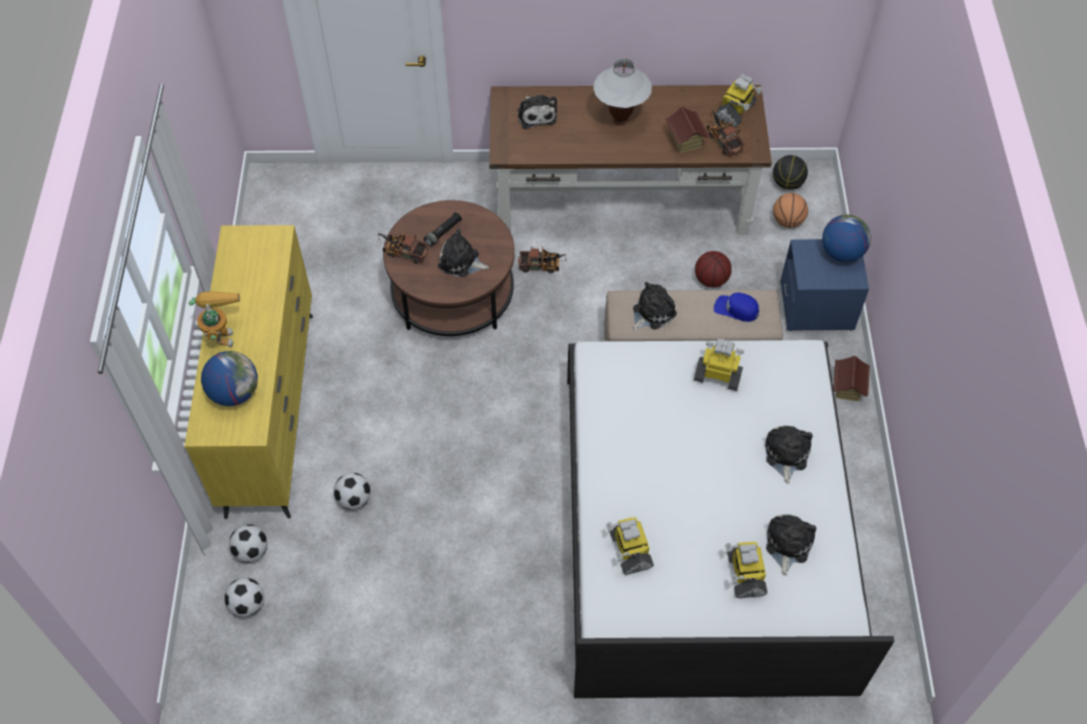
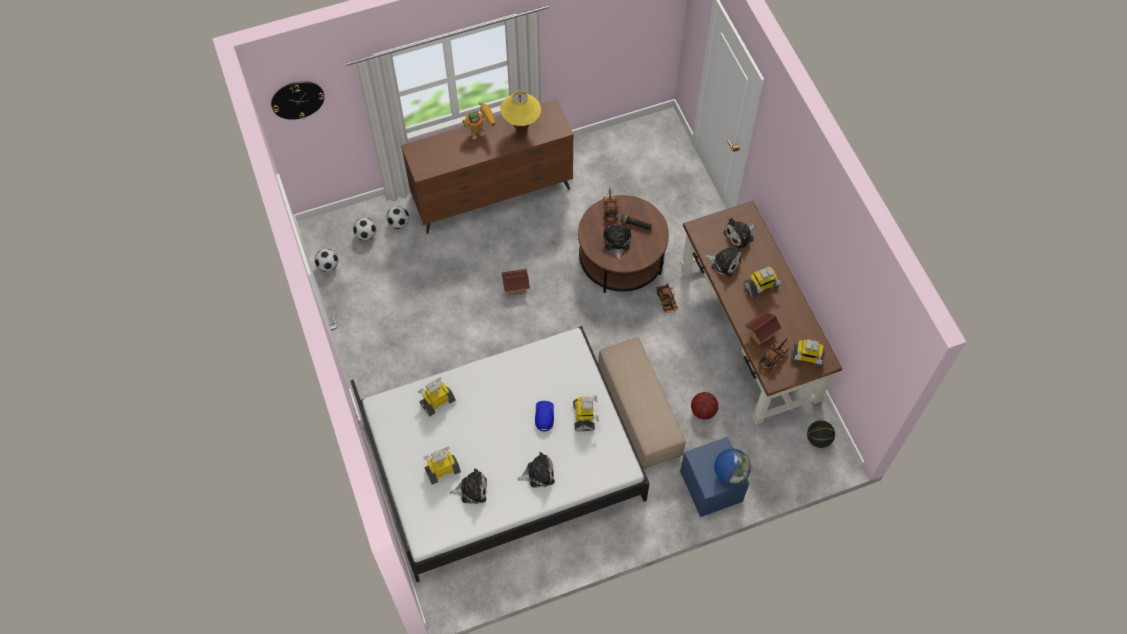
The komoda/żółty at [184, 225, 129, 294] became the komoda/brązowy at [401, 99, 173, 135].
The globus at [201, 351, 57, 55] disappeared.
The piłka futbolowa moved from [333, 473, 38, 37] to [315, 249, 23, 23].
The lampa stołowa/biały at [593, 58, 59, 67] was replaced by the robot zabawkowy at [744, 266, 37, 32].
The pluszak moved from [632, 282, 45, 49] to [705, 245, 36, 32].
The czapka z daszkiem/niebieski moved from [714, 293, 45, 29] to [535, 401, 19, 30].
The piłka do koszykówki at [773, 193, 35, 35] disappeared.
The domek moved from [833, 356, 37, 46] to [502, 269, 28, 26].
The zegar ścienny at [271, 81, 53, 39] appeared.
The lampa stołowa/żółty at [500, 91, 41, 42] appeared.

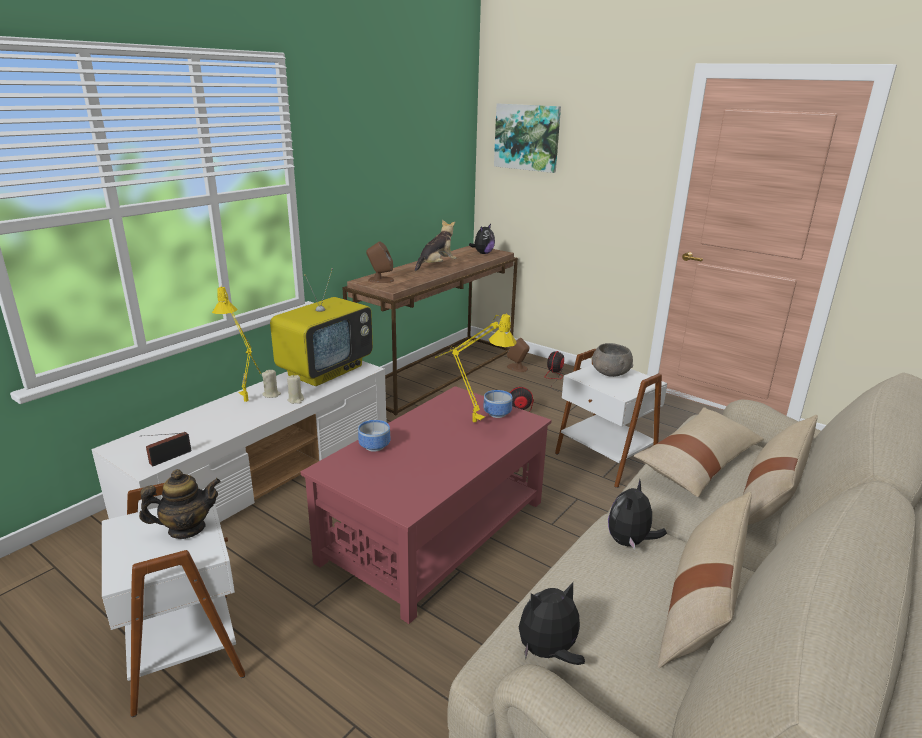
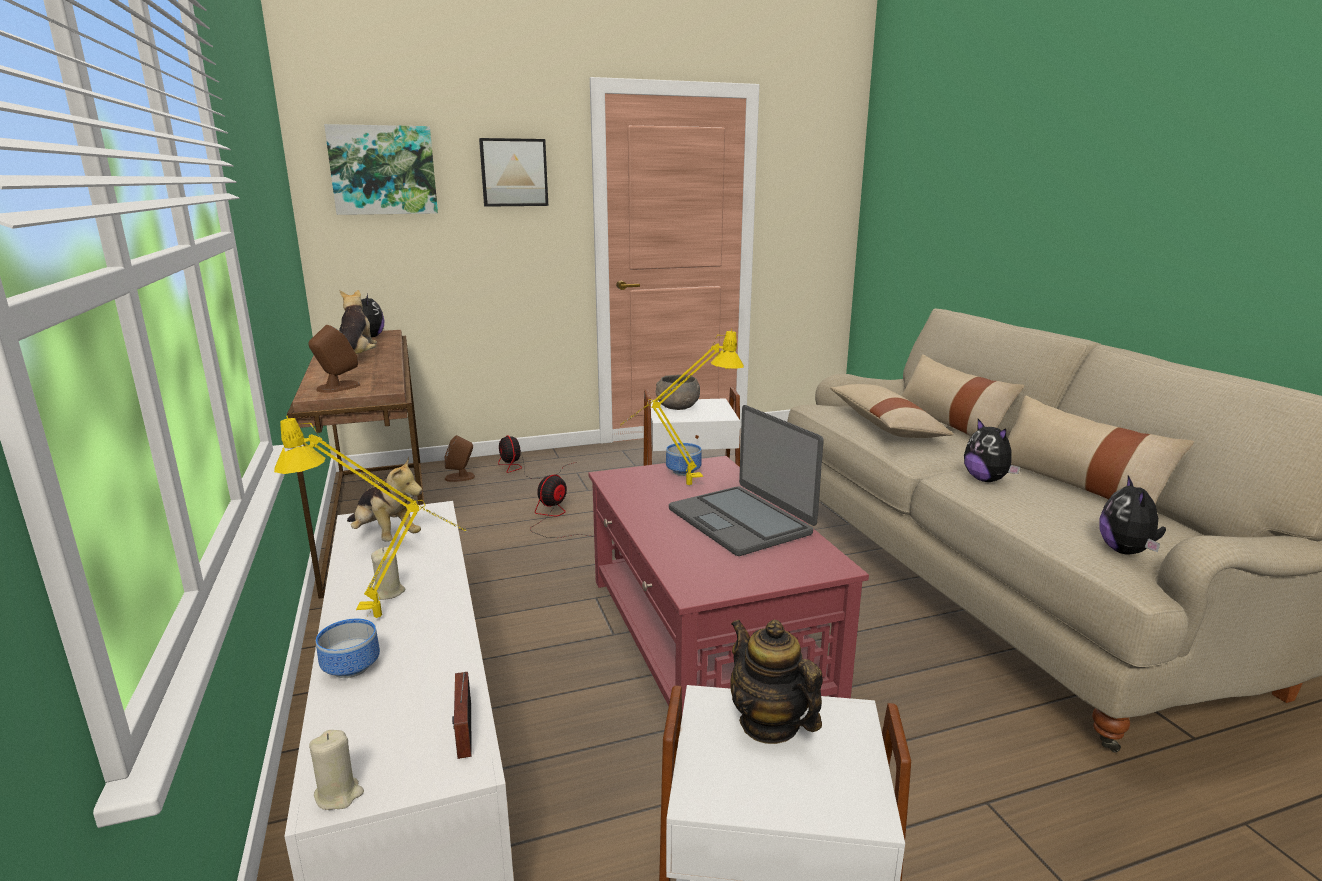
The imbryk at [139, 469, 82, 70] turned 45 degrees counterclockwise.
The telewizor at [270, 268, 103, 118] was replaced by the pluszak at [347, 457, 76, 85].
The świeca/beżowy moved from [287, 374, 17, 30] to [309, 730, 55, 80].
The miska moved from [358, 420, 33, 32] to [316, 618, 64, 60].
The obraz at [479, 138, 69, 69] appeared.
The laptop at [669, 405, 155, 151] appeared.

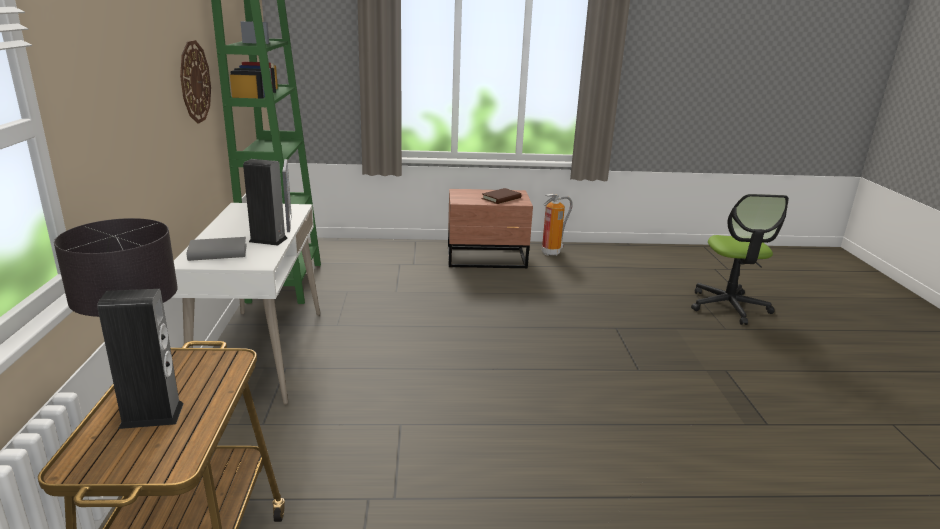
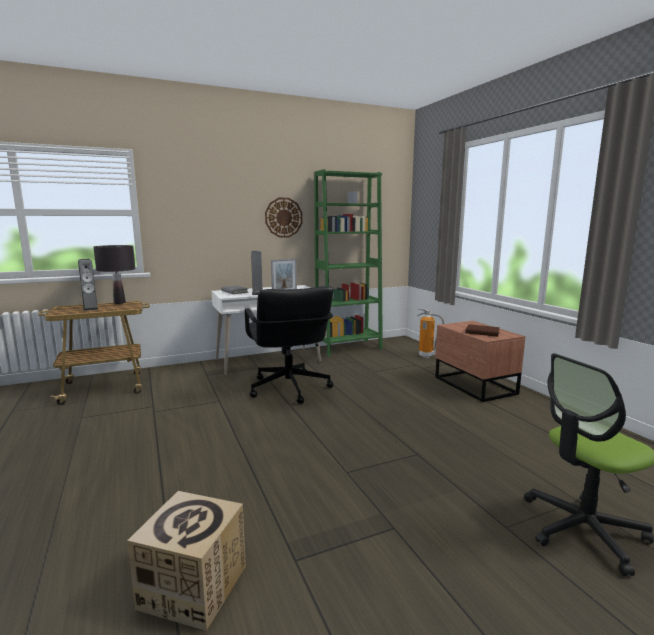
The gaśnica moved from [542, 194, 31, 62] to [417, 308, 27, 50].
The karton at [127, 491, 119, 140] appeared.
The krzesło biurowe/czarny at [245, 286, 89, 118] appeared.

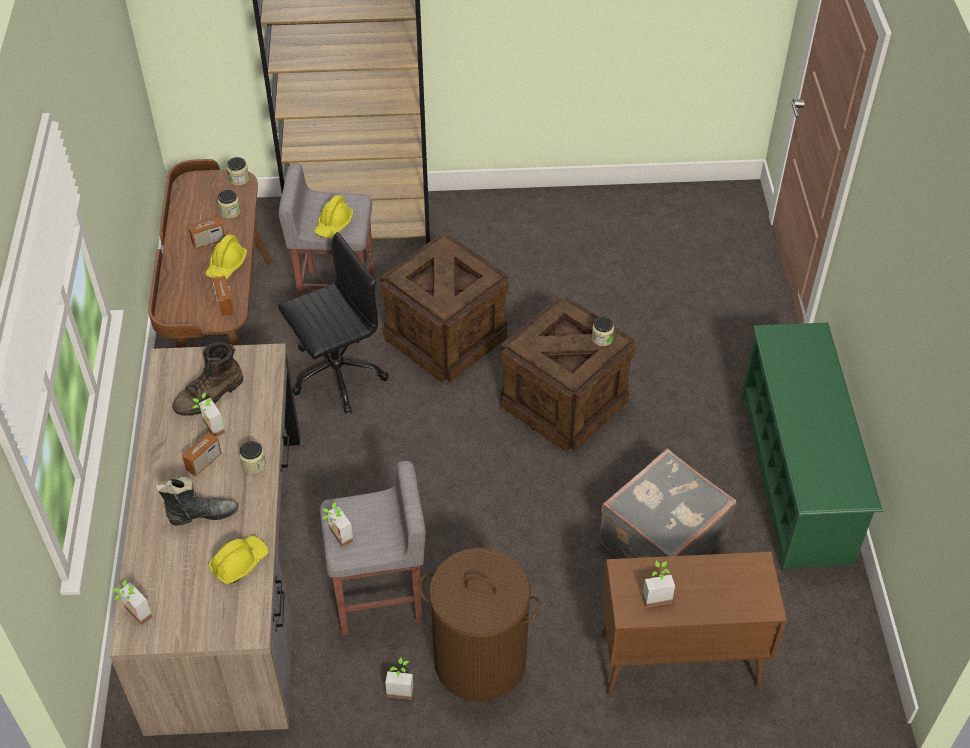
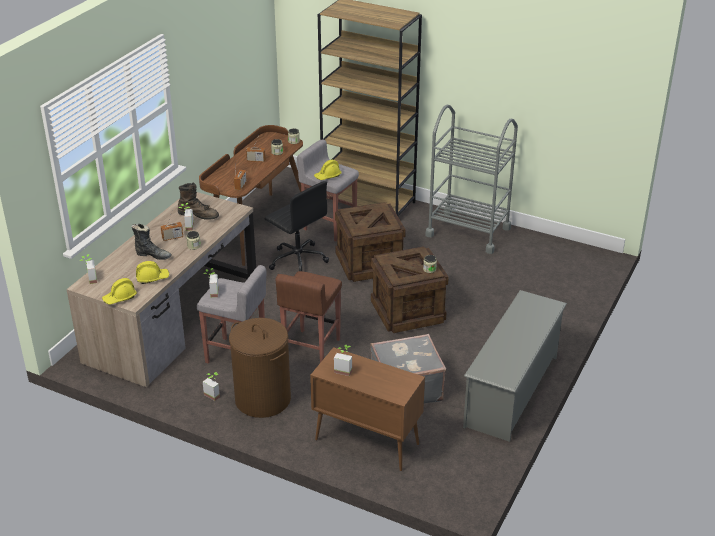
The but z cholewką/brązowy at [172, 342, 71, 74] turned 150 degrees counterclockwise.
The kask/żółty moved from [205, 234, 42, 45] to [102, 278, 35, 27].
The krzesło biurowe/czarny at [278, 232, 110, 182] turned 45 degrees clockwise.
The regał na buty/zielony at [742, 322, 141, 249] became the regał na buty/szary at [463, 290, 104, 152].
The stołek/brązowy at [276, 271, 66, 92] appeared.
The wózek/szary at [425, 105, 93, 149] appeared.

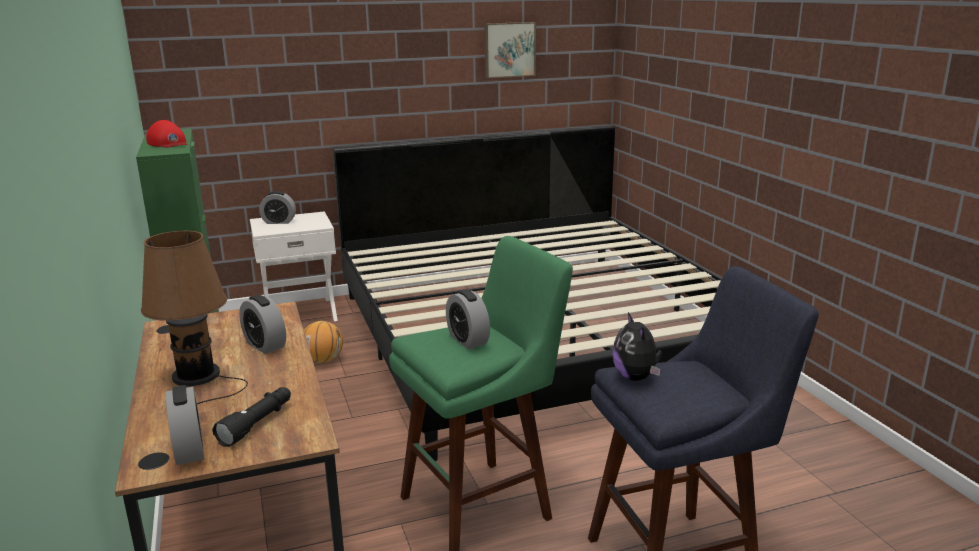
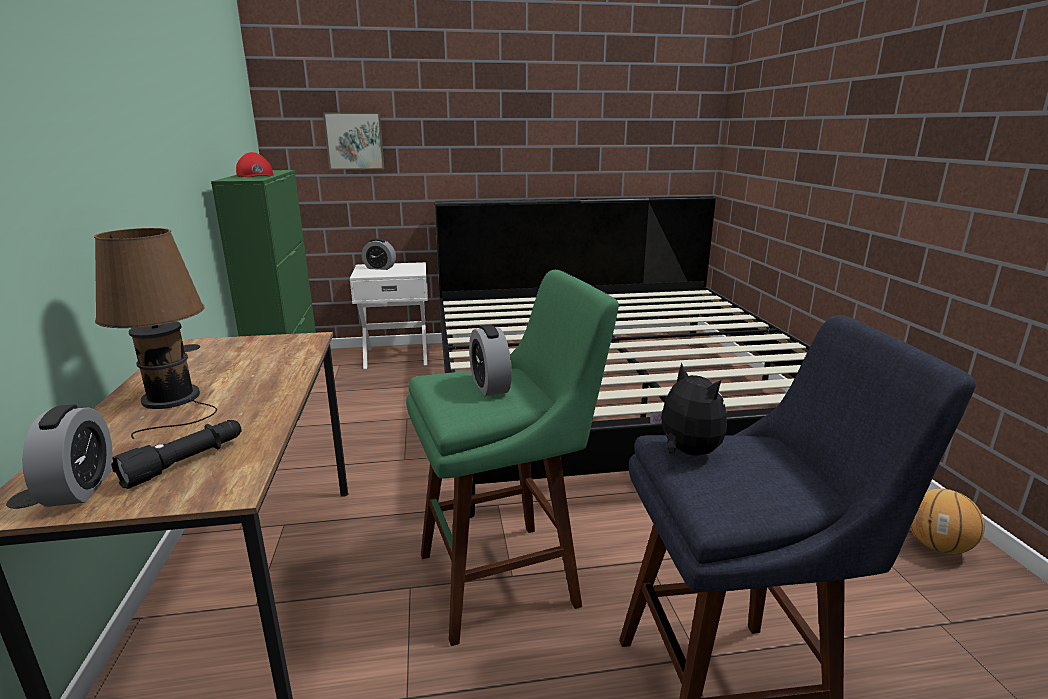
The budzik at [239, 295, 47, 59] disappeared.
The piłka do koszykówki moved from [304, 321, 39, 42] to [910, 488, 75, 66].
The obraz moved from [484, 22, 52, 56] to [323, 112, 61, 58].
The pluszak at [612, 312, 50, 69] turned 150 degrees clockwise.

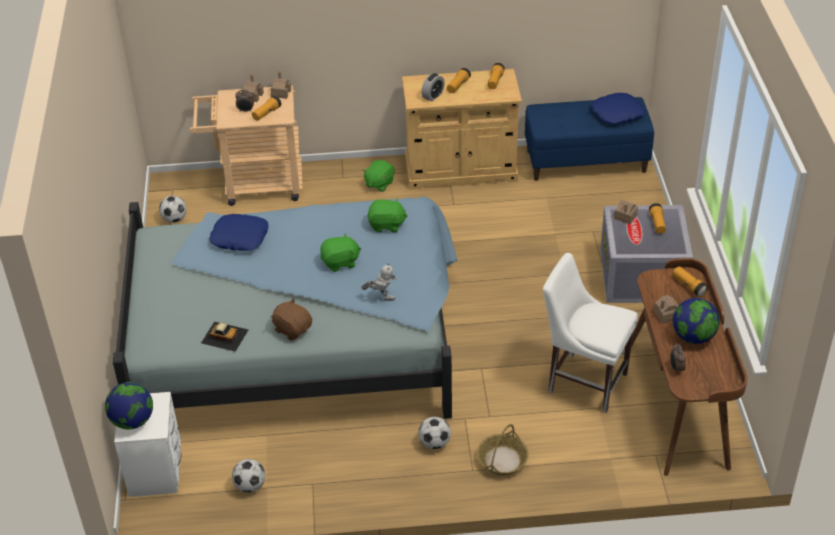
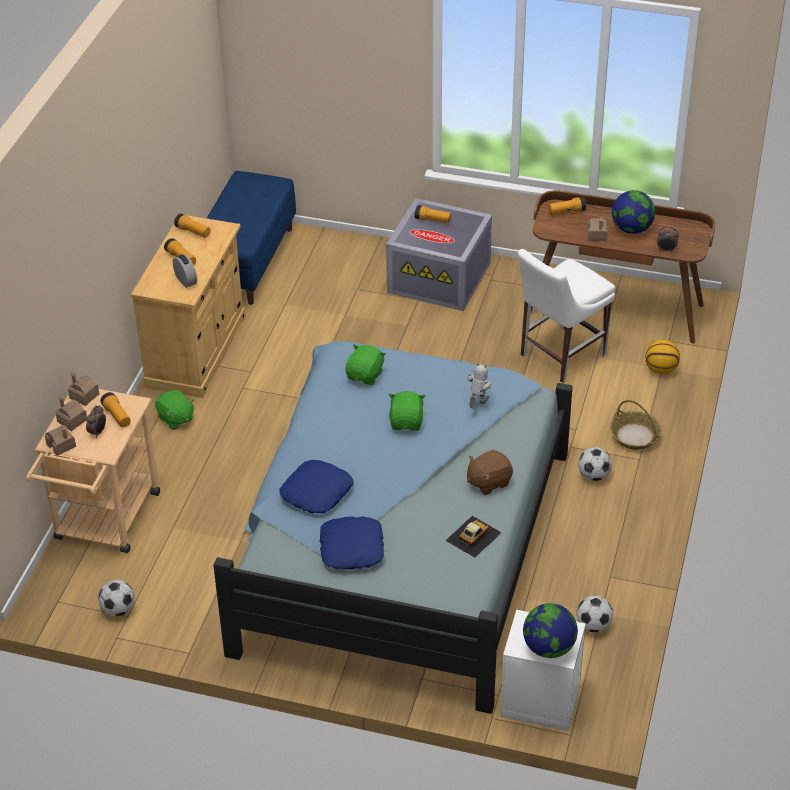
The poduszka/niebieski moved from [591, 93, 54, 31] to [320, 516, 64, 54].
The domek moved from [614, 200, 24, 24] to [45, 425, 31, 31].
The piłka do koszykówki at [646, 340, 34, 35] appeared.

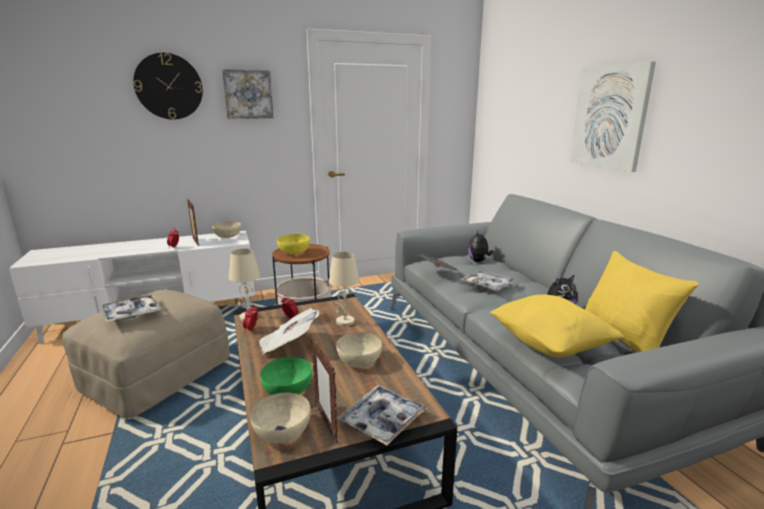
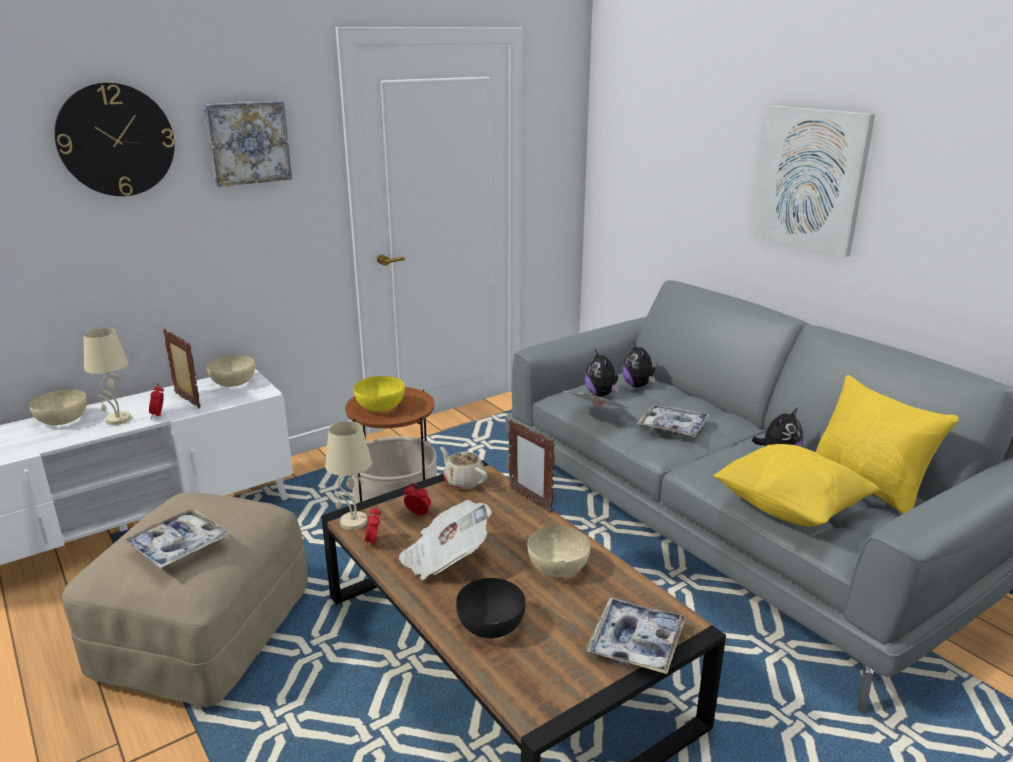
The miska/beżowy moved from [251, 393, 60, 50] to [29, 389, 58, 36].
The miska/zielony at [260, 357, 52, 38] became the miska/czarny at [456, 578, 70, 60].
The ramka na zdjęcie moved from [311, 338, 27, 105] to [508, 420, 47, 93].
The lampa stołowa/beżowy moved from [329, 252, 31, 74] to [84, 328, 47, 97].
The imbryk/beżowy at [440, 447, 48, 42] appeared.
The pluszak at [585, 349, 34, 48] appeared.

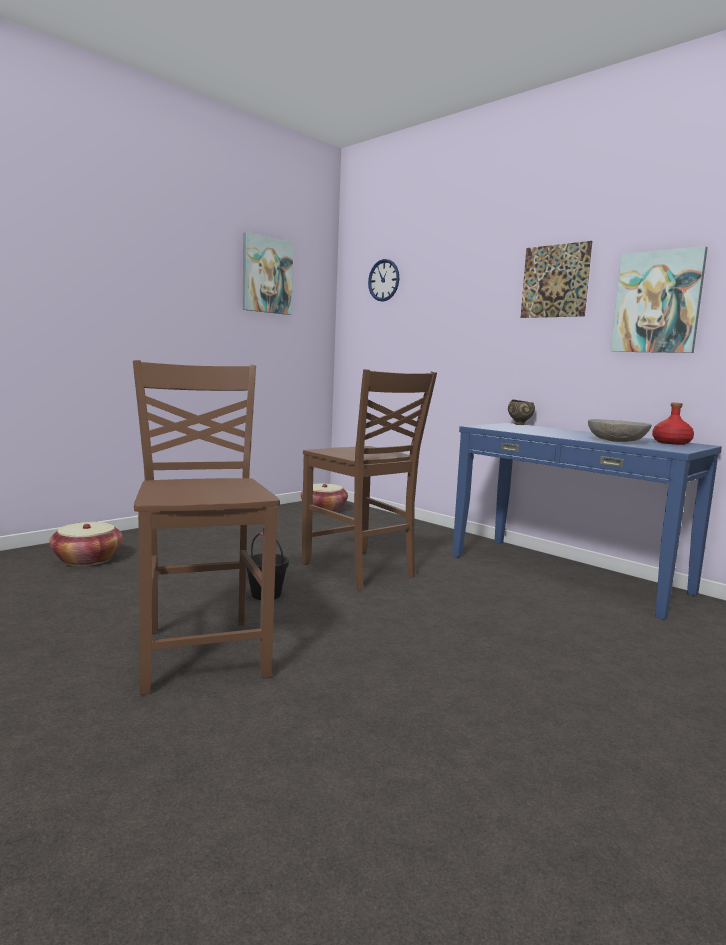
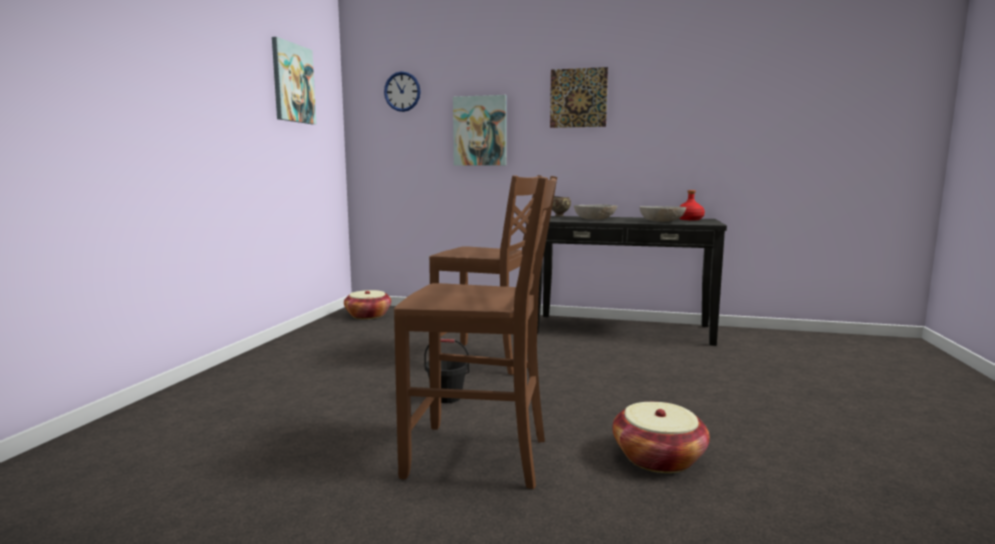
The koszyk moved from [49, 522, 74, 44] to [612, 402, 98, 71].
The krzesło/brązowy at [133, 360, 147, 335] turned 150 degrees clockwise.
The stolik konsolowy/niebieski at [452, 423, 270, 197] became the stolik konsolowy/czarny at [537, 216, 190, 130].
The obraz moved from [611, 246, 97, 107] to [453, 95, 54, 71].
The miska/szary at [574, 205, 43, 15] appeared.

